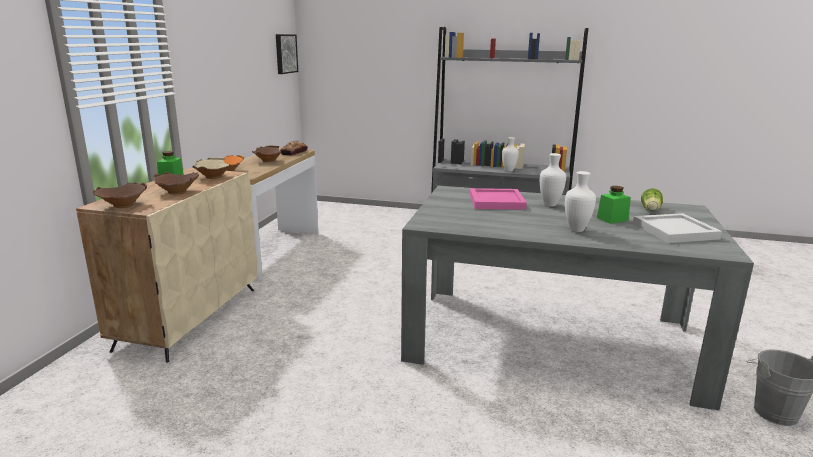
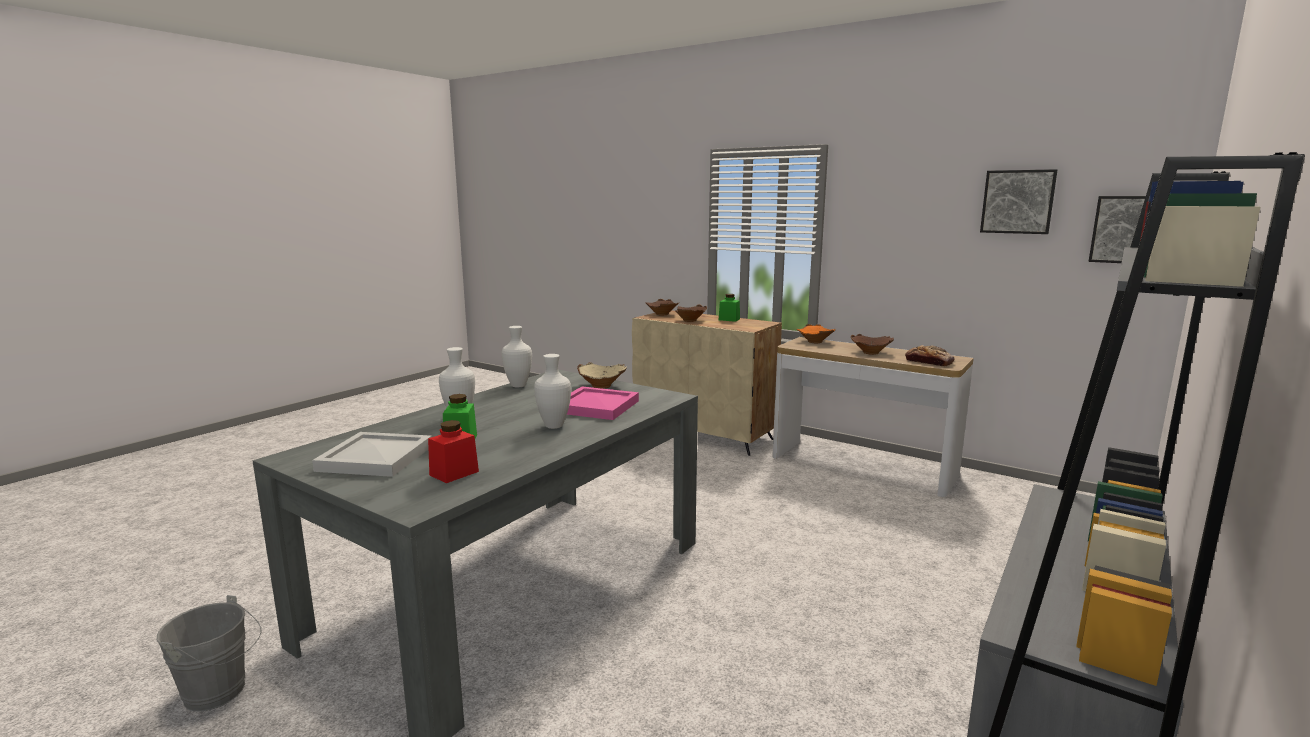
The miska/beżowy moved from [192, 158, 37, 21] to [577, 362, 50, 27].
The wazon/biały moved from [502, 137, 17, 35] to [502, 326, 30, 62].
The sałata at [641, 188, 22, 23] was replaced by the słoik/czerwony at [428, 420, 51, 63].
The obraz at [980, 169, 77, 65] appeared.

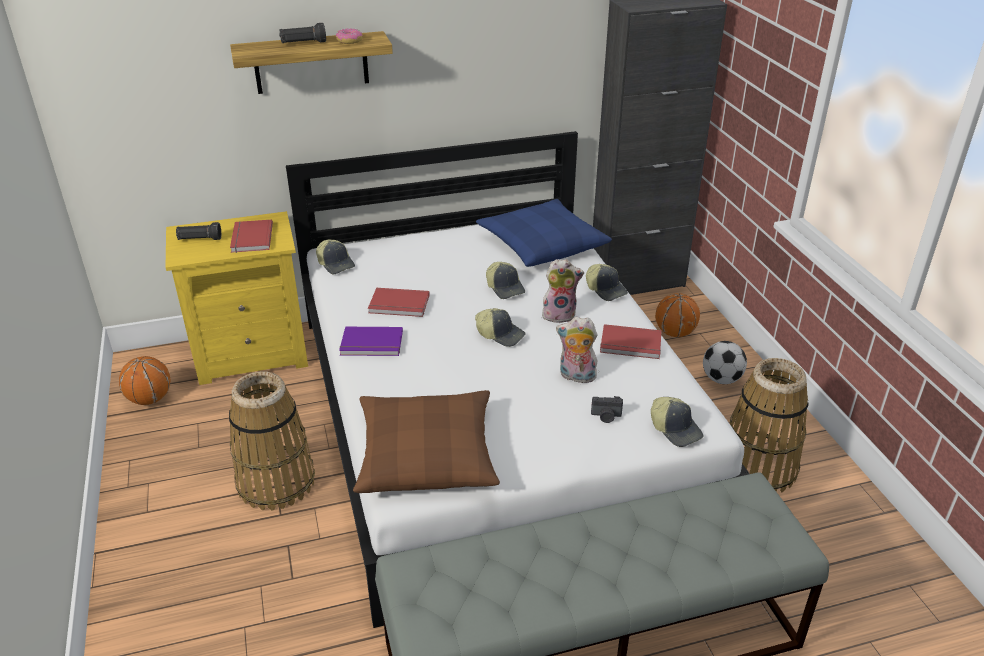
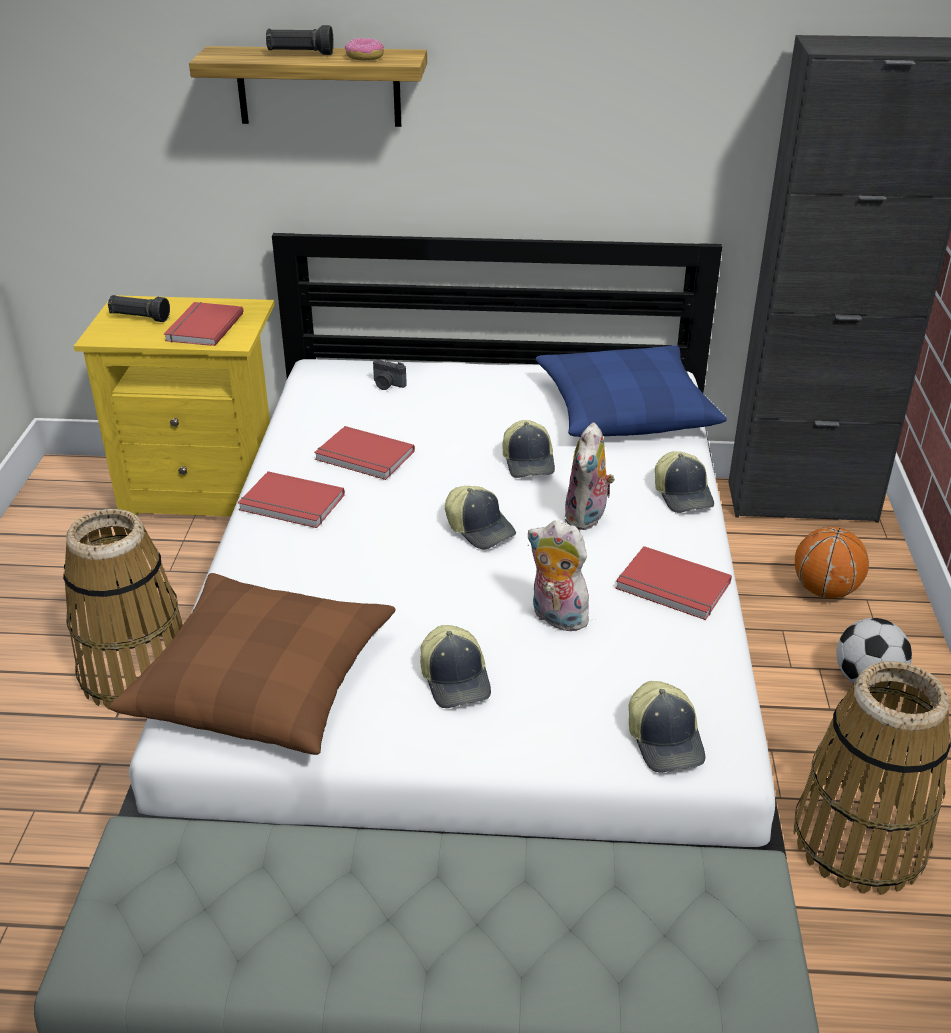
The piłka do koszykówki at [119, 356, 51, 49] disappeared.
The czapka z daszkiem moved from [316, 240, 39, 34] to [420, 625, 71, 83].
The książka/fioletowy at [339, 327, 64, 29] became the książka/czerwony at [238, 471, 107, 57].
The pluszak at [542, 259, 42, 64] turned 90 degrees clockwise.
The aparat fotograficzny moved from [591, 396, 32, 27] to [373, 359, 34, 31].

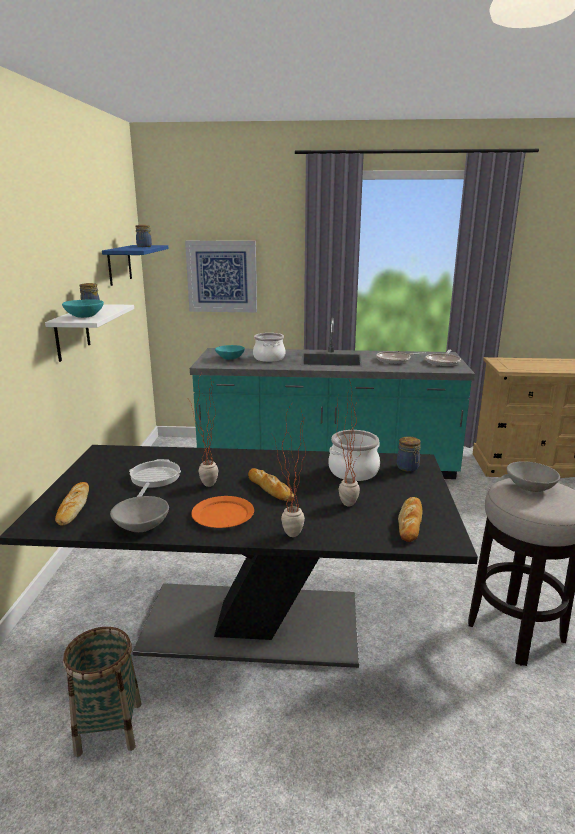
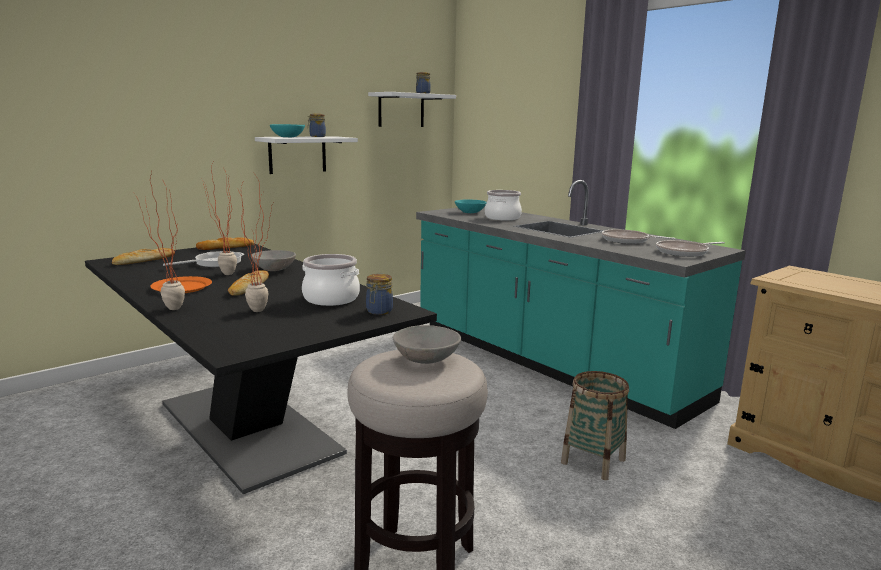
The koszyk moved from [63, 627, 78, 130] to [561, 371, 68, 109].
The półka/niebieski at [102, 245, 66, 41] became the półka/biały at [368, 92, 88, 35].
The miska/szary moved from [110, 496, 59, 36] to [251, 250, 45, 21].
The obraz at [185, 241, 72, 71] disappeared.
The chleb moved from [398, 497, 25, 45] to [196, 237, 58, 13].

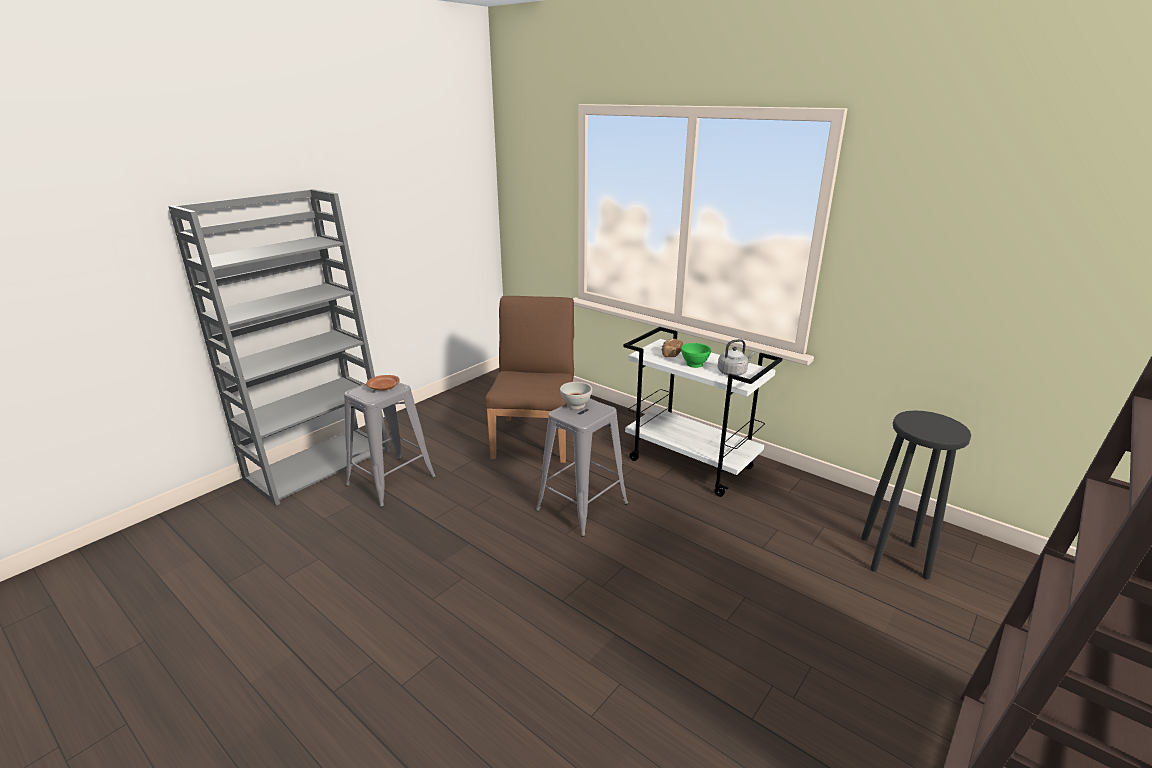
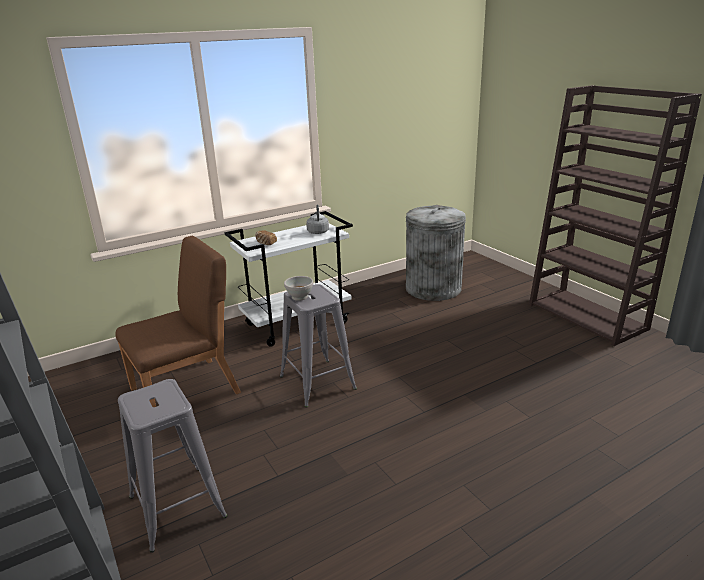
The talerz/brązowy at [366, 375, 34, 16] disappeared.
The krzesło/brązowy at [485, 296, 89, 167] turned 120 degrees clockwise.
The miska/zielony at [681, 343, 30, 25] disappeared.
The stołek/czarny at [861, 410, 110, 169] was replaced by the kosz na śmieci/szary at [406, 205, 60, 96].

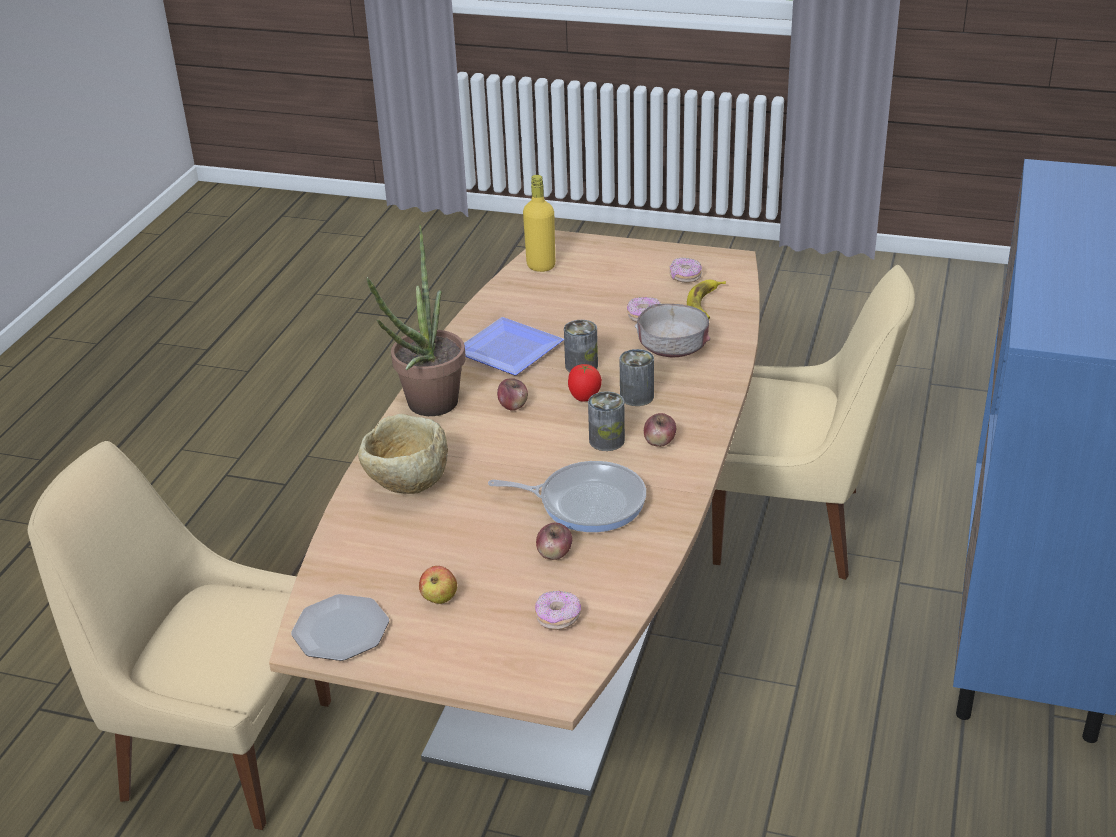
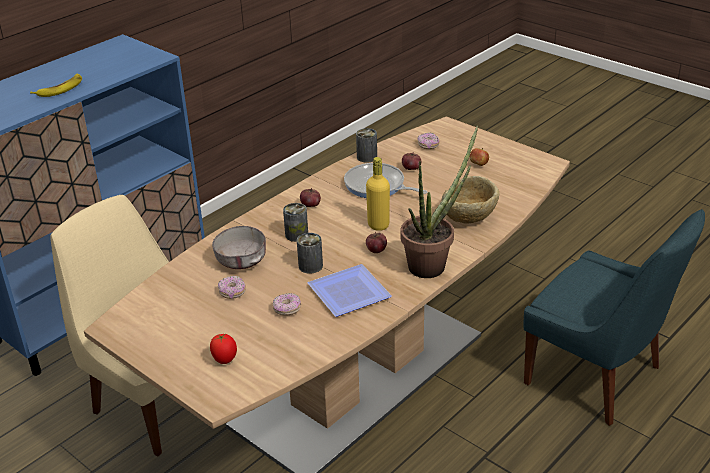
The krzesło/beżowy at [28, 441, 303, 389] became the krzesło/niebieski at [524, 209, 181, 217].
The talerz at [291, 594, 98, 67] disappeared.
The butelka/żółty moved from [523, 175, 32, 97] to [366, 157, 24, 74].
The pomidor moved from [568, 364, 34, 38] to [210, 334, 27, 30].
The puszka moved from [588, 391, 37, 60] to [356, 128, 21, 35].
The donut moved from [669, 258, 33, 25] to [272, 293, 29, 23].
The banan moved from [687, 280, 39, 39] to [30, 73, 52, 24].

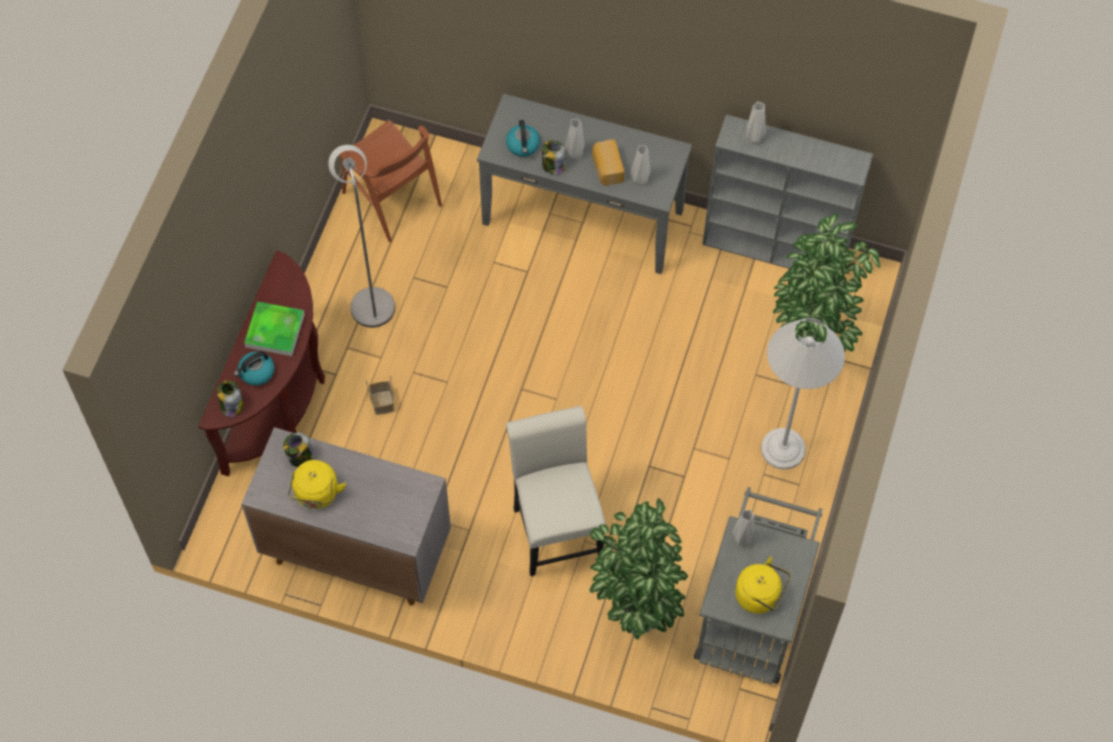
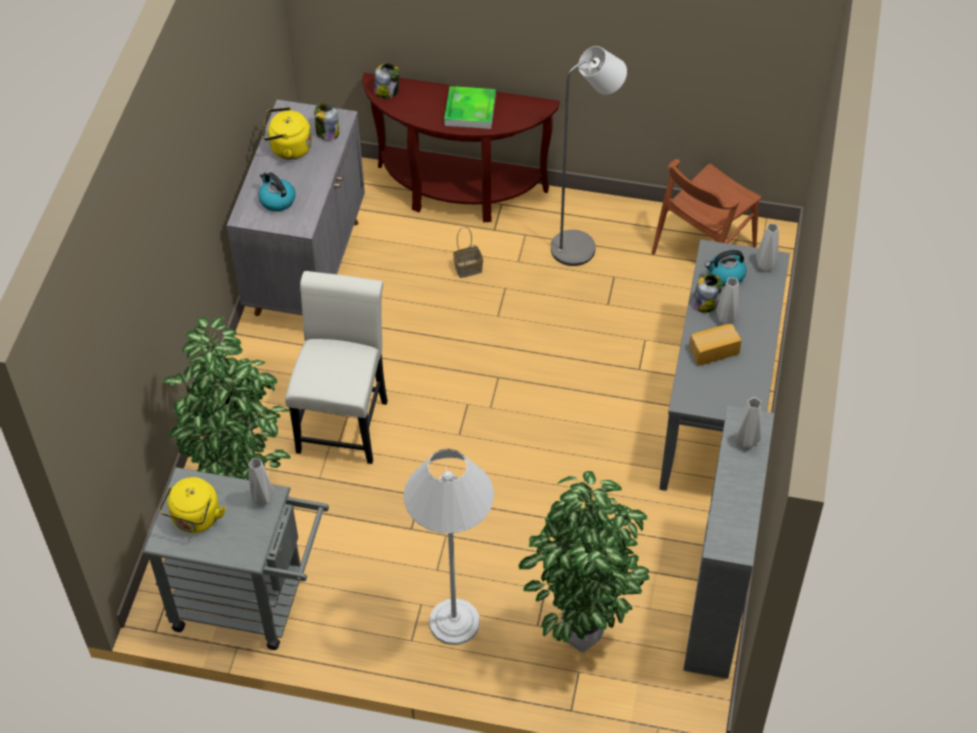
The czajnik moved from [234, 351, 41, 35] to [258, 172, 37, 40].
The krzesło/biały at [506, 406, 100, 170] turned 60 degrees counterclockwise.
The wazon/szary moved from [631, 146, 20, 39] to [756, 223, 23, 49].

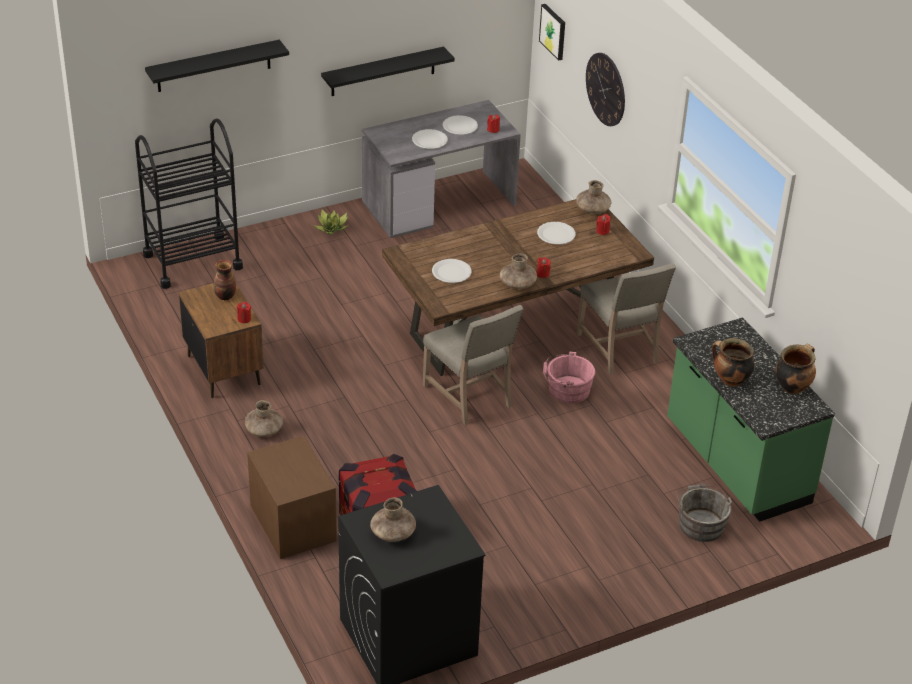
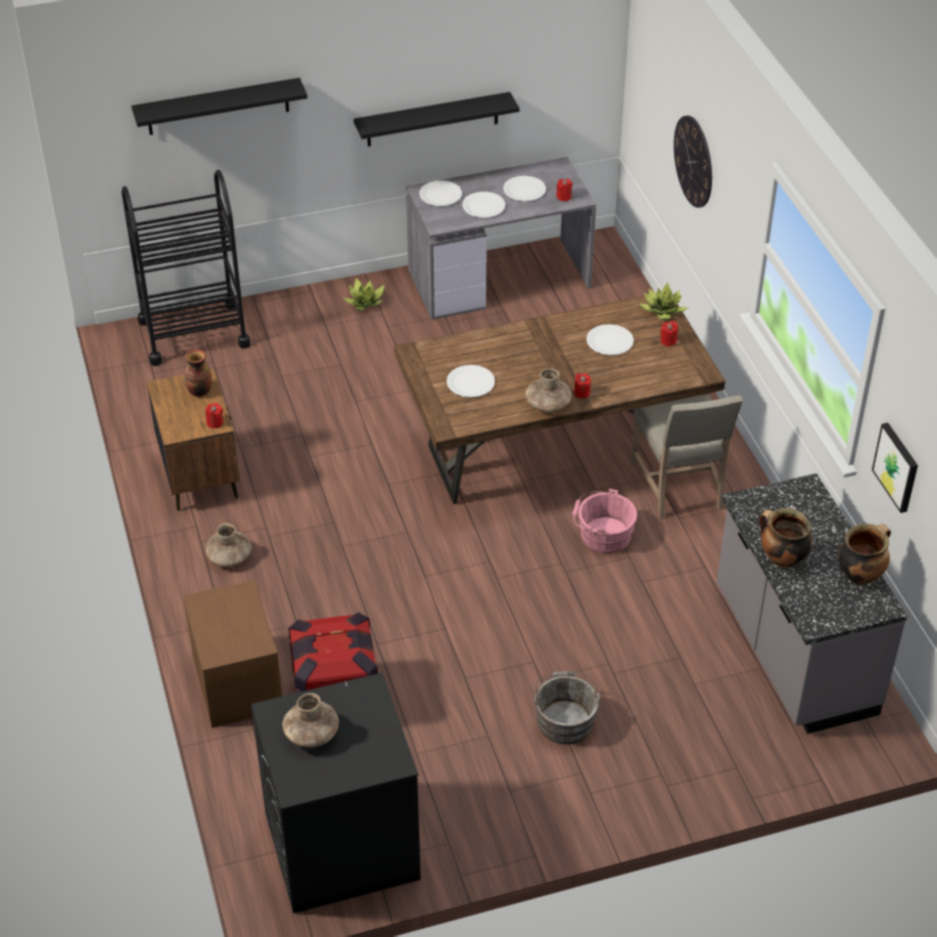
The krzesło/beżowy at [423, 305, 101, 120] disappeared.
The obraz moved from [539, 4, 26, 57] to [872, 423, 46, 90].
The wazon/brązowy at [576, 180, 36, 34] was replaced by the roślina doniczkowa at [638, 282, 50, 38].
The zabudowa kuchenna/zielony at [667, 317, 168, 205] became the zabudowa kuchenna/szary at [717, 473, 190, 261].
The wiadro/szary moved from [677, 484, 55, 58] to [533, 671, 67, 74].
The talerz/biały at [419, 180, 43, 26] appeared.

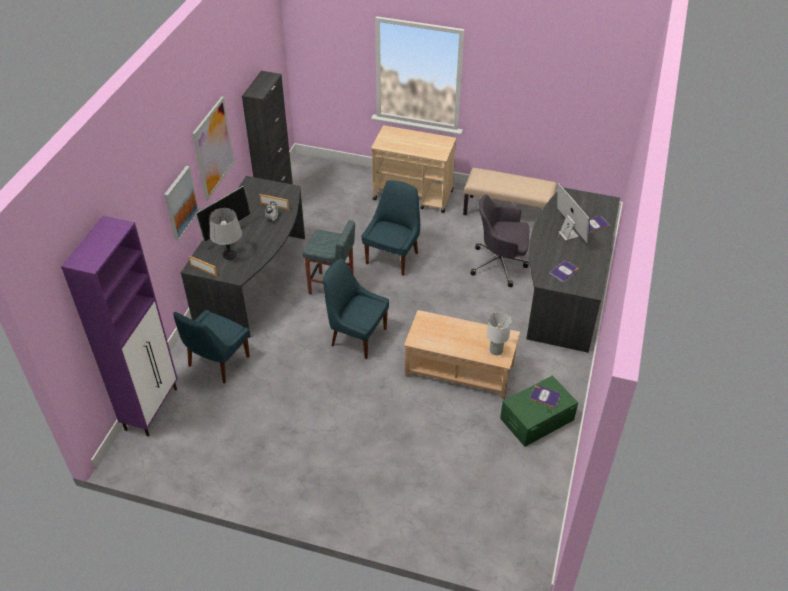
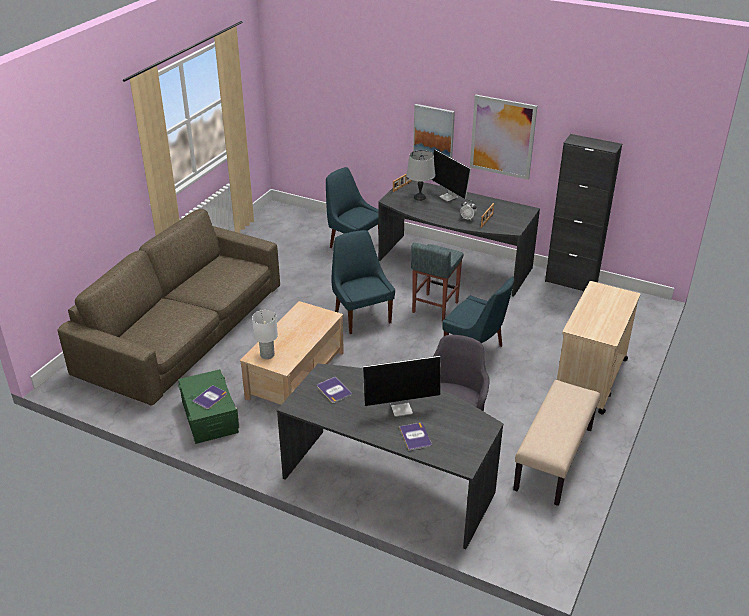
The szafka/fioletowy at [61, 216, 117, 221] disappeared.
The krzesło/niebieski at [323, 258, 66, 101] turned 60 degrees counterclockwise.
The kanapa/brązowy at [58, 209, 222, 197] appeared.

